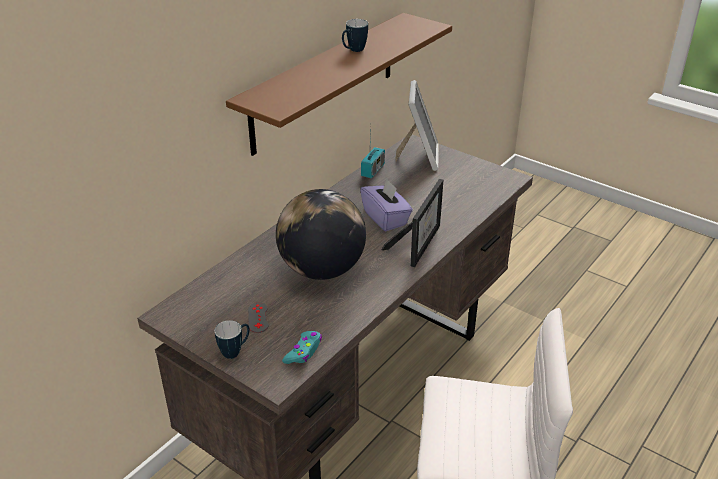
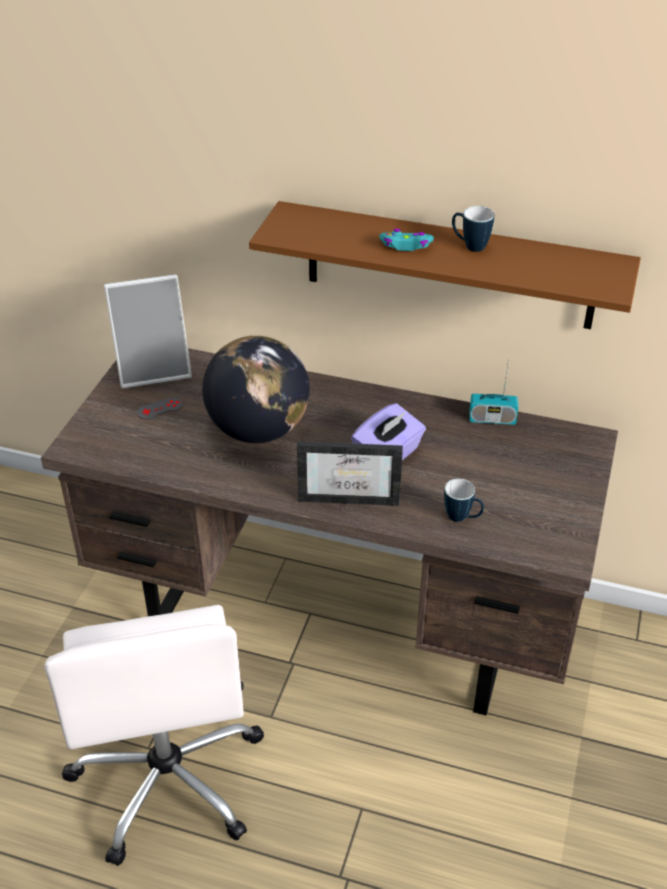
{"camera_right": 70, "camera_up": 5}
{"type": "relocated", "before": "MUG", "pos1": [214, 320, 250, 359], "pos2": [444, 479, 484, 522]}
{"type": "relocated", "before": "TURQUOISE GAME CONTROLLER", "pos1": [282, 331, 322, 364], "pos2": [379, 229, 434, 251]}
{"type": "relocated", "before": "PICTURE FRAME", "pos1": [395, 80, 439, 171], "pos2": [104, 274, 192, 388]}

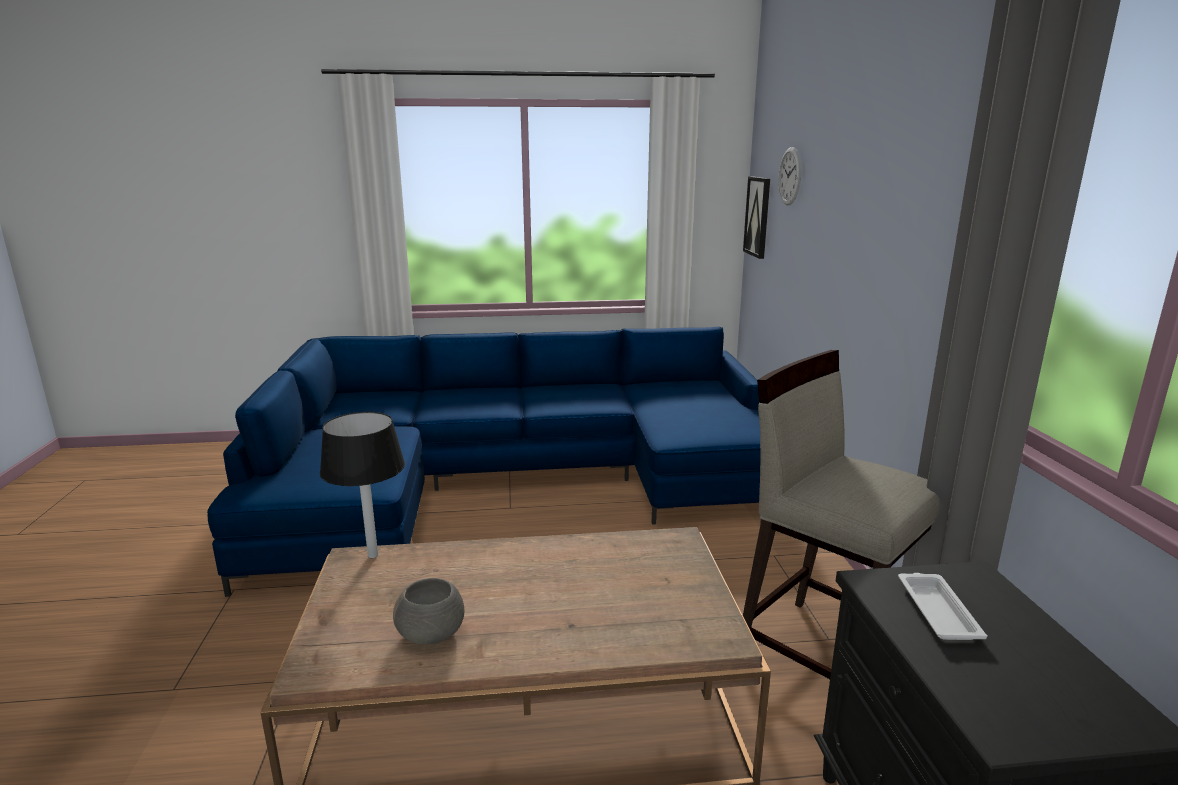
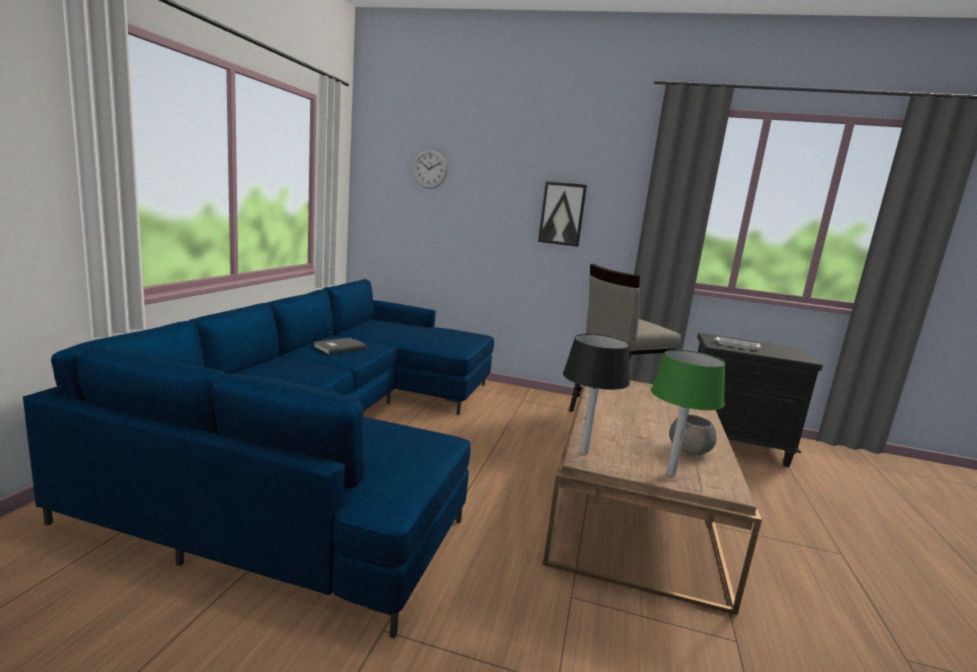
{"camera_right": -70, "camera_up": -5}
{"type": "relocated", "before": "PICTURE", "pos1": [743, 176, 770, 259], "pos2": [538, 181, 587, 247]}
{"type": "appeared", "after": "GREY BOOK", "pos2": [314, 337, 367, 354]}
{"type": "appeared", "after": "GREEN TABLE LAMP", "pos2": [651, 350, 726, 477]}

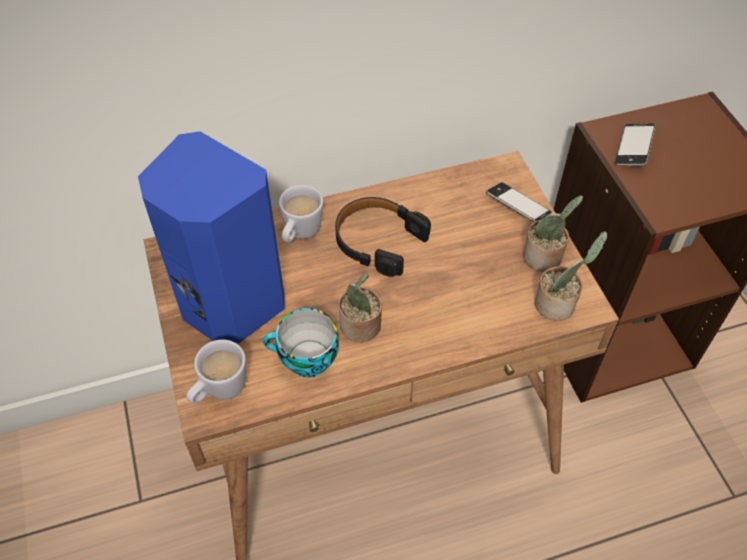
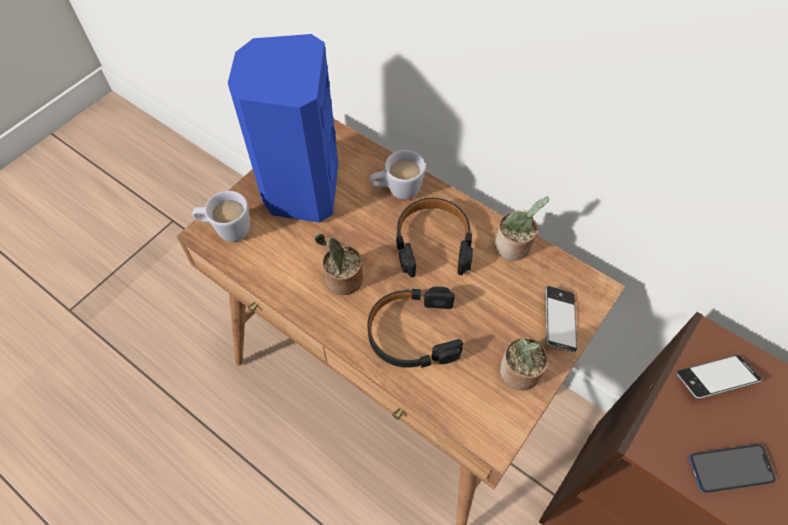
{"camera_right": 55, "camera_up": 5}
{"type": "missing", "before": "CUP", "pos1": [263, 308, 339, 377]}
{"type": "relocated", "before": "POTTED PLANT", "pos1": [535, 231, 607, 321], "pos2": [495, 197, 549, 261]}
{"type": "appeared", "after": "BLACK HEADPHONES", "pos2": [367, 287, 463, 368]}
{"type": "appeared", "after": "PHONE", "pos2": [689, 444, 776, 493]}

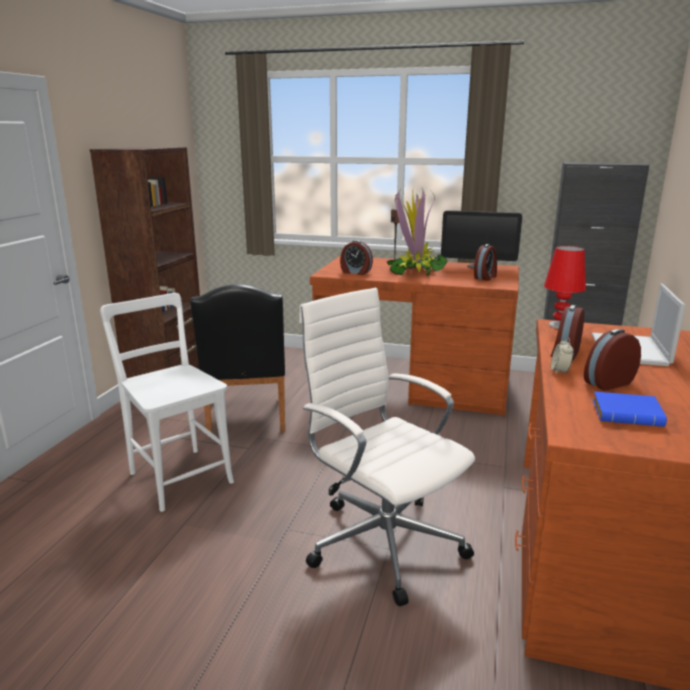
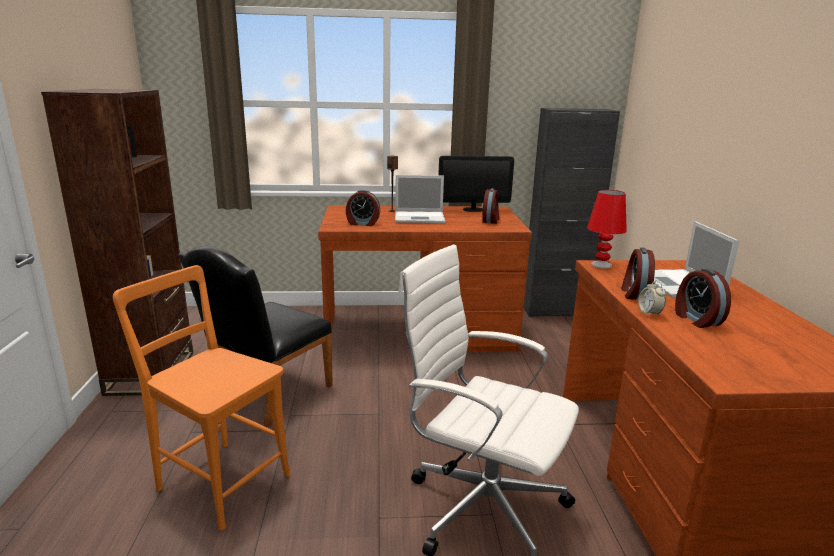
{"camera_right": -20, "camera_up": 0}
{"type": "colour", "before": "WHITE CHAIR", "after": "ORANGE CHAIR", "pos1": [100, 293, 234, 512], "pos2": [113, 265, 291, 530]}
{"type": "spun", "before": "BLACK CHAIR", "pos1": [190, 284, 285, 437], "pos2": [178, 246, 333, 427], "turn": 60}
{"type": "exchanged", "before": "POTTED PLANT", "after": "LAPTOP", "pos1": [387, 187, 447, 275], "pos2": [395, 175, 445, 223]}
{"type": "spun", "before": "ALARM CLOCK", "pos1": [584, 329, 641, 391], "pos2": [675, 268, 731, 328], "turn": -60}
{"type": "missing", "before": "BLUE BOOK", "pos1": [593, 391, 667, 427]}

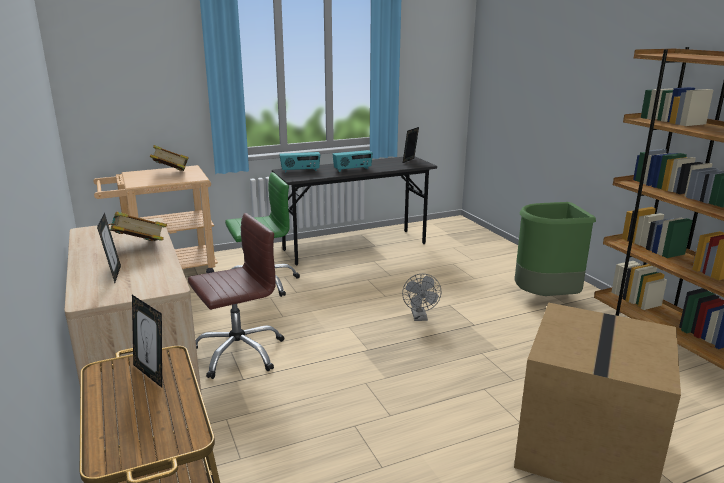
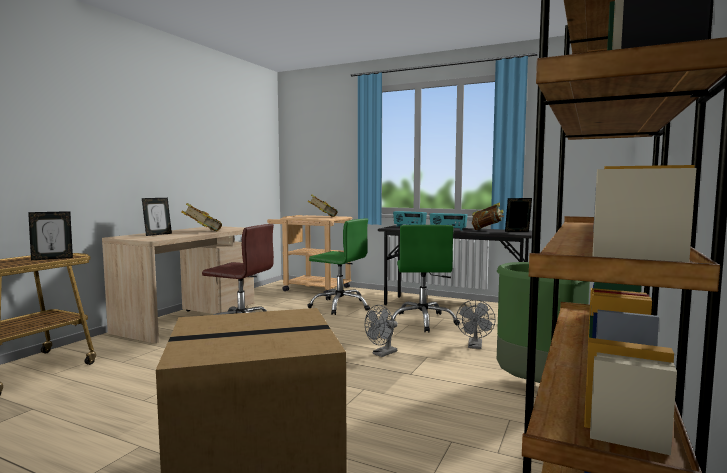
{"camera_right": 50, "camera_up": -15}
{"type": "spun", "before": "PICTURE FRAME", "pos1": [132, 295, 162, 388], "pos2": [28, 211, 73, 260], "turn": -120}
{"type": "appeared", "after": "GREEN OFFICE CHAIR", "pos2": [391, 225, 460, 333]}
{"type": "appeared", "after": "GREY FAN", "pos2": [456, 300, 495, 349]}
{"type": "appeared", "after": "BOOK", "pos2": [472, 203, 503, 230]}

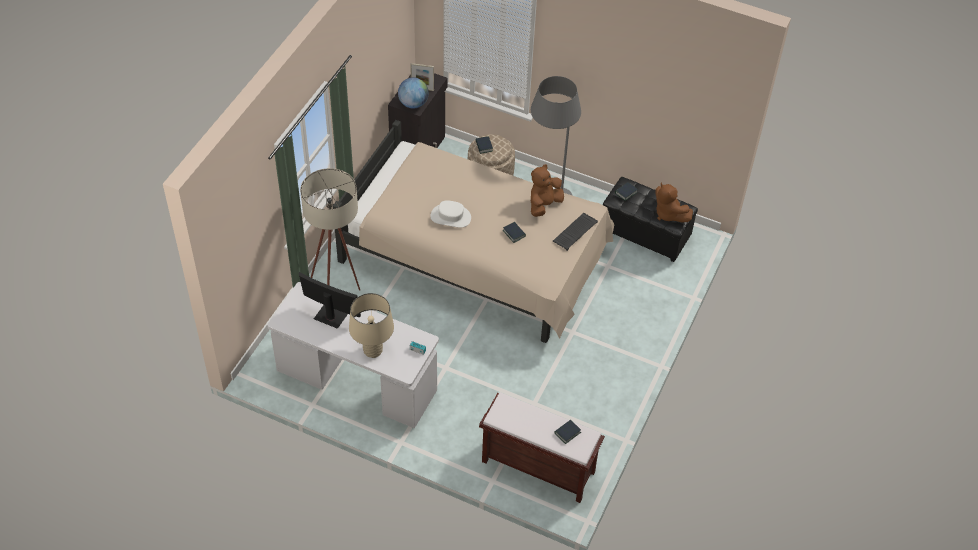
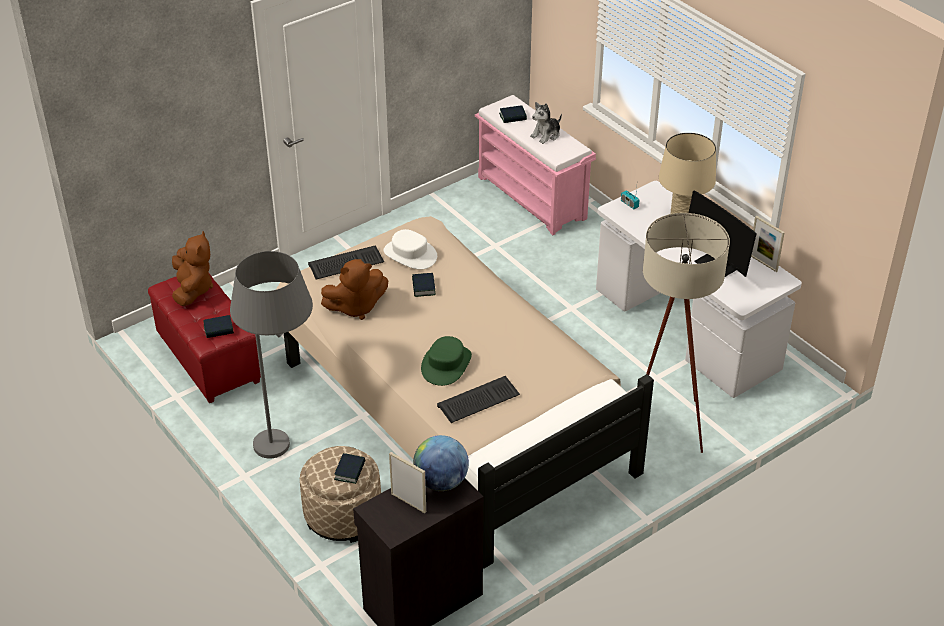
{"camera_right": -150, "camera_up": -10}
{"type": "relocated", "before": "WHITE HAT", "pos1": [431, 201, 471, 228], "pos2": [384, 229, 437, 270]}
{"type": "colour", "before": "BROWN BENCH", "after": "PINK BENCH", "pos1": [479, 392, 605, 503], "pos2": [475, 95, 596, 235]}
{"type": "colour", "before": "BLACK OTTOMAN", "after": "RED OTTOMAN", "pos1": [603, 177, 698, 262], "pos2": [148, 274, 261, 403]}
{"type": "appeared", "after": "GREEN HAT", "pos2": [421, 336, 472, 386]}
{"type": "appeared", "after": "KEYBOARD", "pos2": [437, 376, 520, 423]}
{"type": "appeared", "after": "PLUSH TOY", "pos2": [530, 102, 562, 144]}
{"type": "appeared", "after": "PICTURE FRAME", "pos2": [751, 216, 785, 272]}

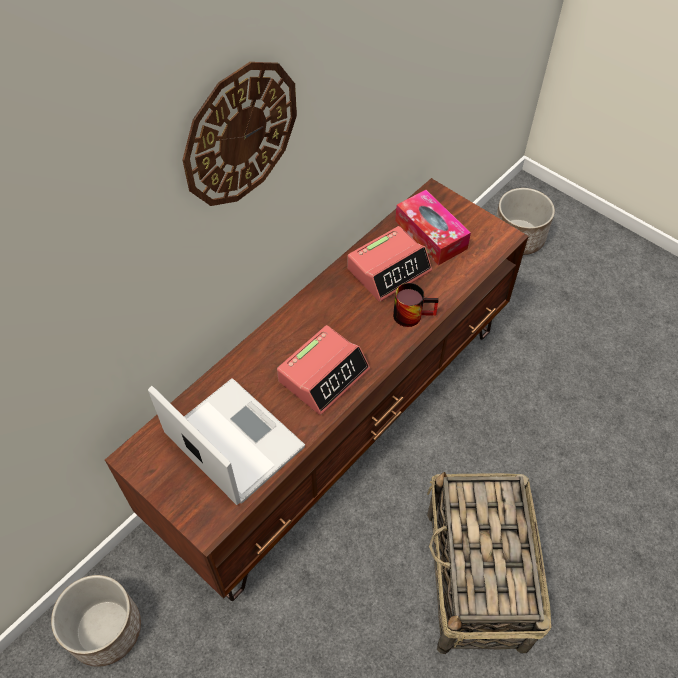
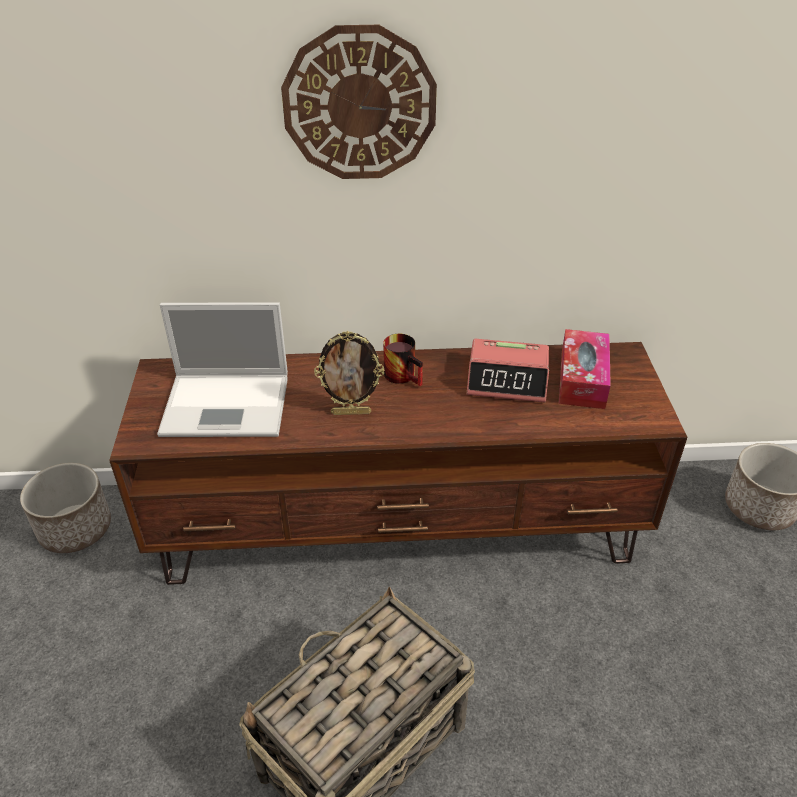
{"camera_right": 45, "camera_up": -15}
{"type": "spun", "before": "LAPTOP", "pos1": [148, 378, 305, 505], "pos2": [157, 302, 288, 437], "turn": 90}
{"type": "exchanged", "before": "ALARM CLOCK", "after": "PICTURE FRAME", "pos1": [277, 325, 370, 415], "pos2": [314, 331, 384, 415]}
{"type": "relocated", "before": "MUG", "pos1": [393, 283, 439, 327], "pos2": [383, 334, 423, 386]}

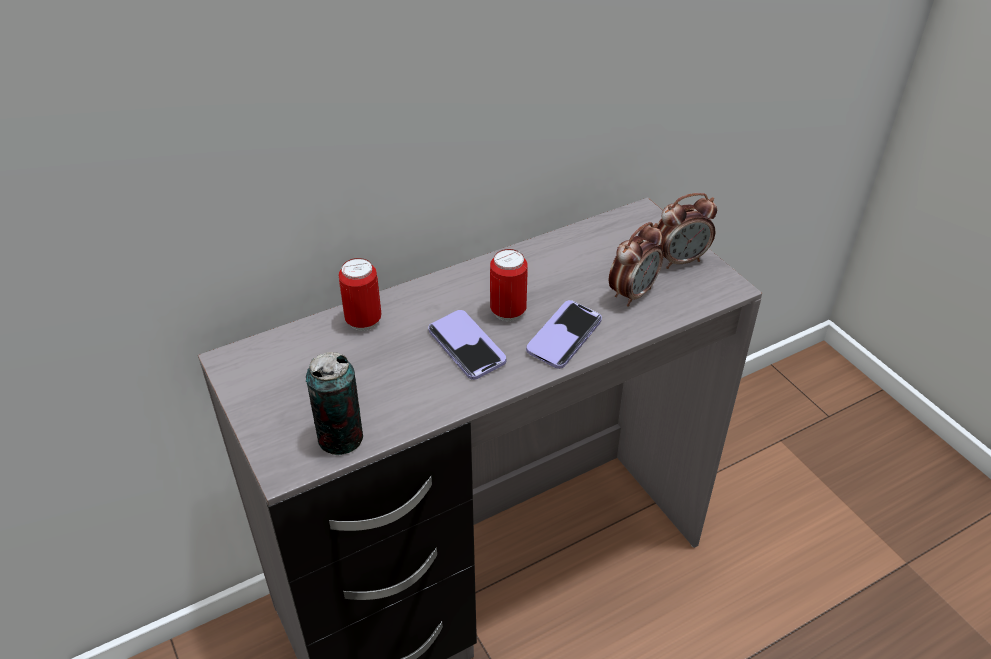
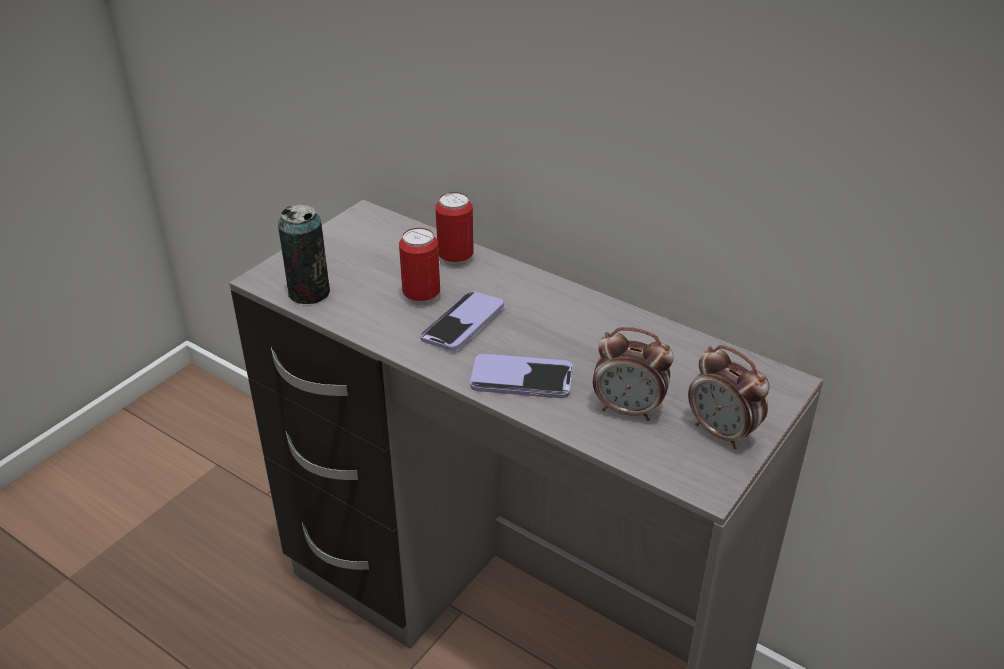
{"camera_right": 65, "camera_up": -5}
{"type": "relocated", "before": "CAN", "pos1": [490, 249, 528, 321], "pos2": [399, 228, 440, 305]}

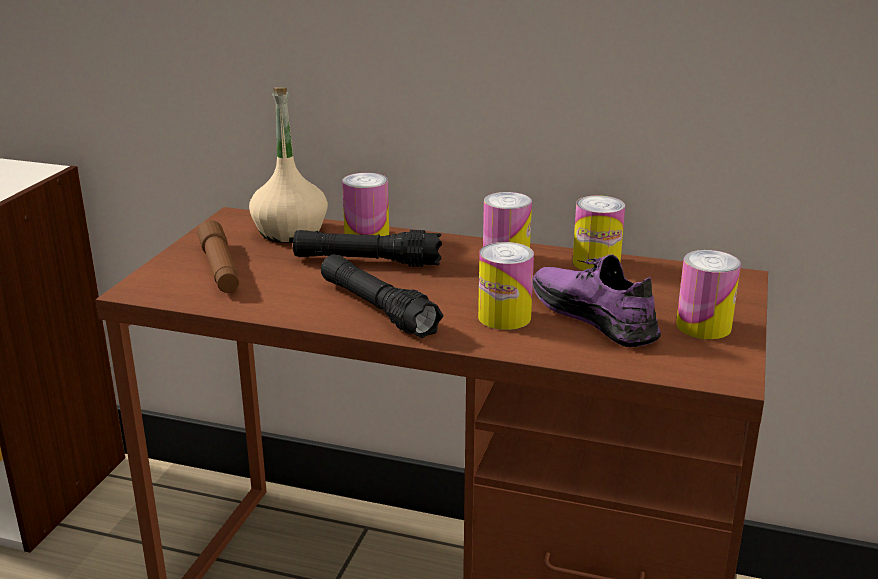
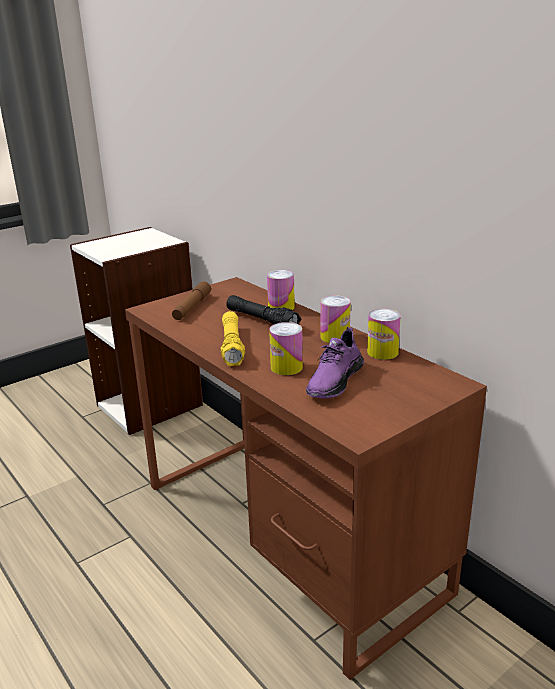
{"camera_right": 35, "camera_up": 0}
{"type": "missing", "before": "BEIGE BOTTLE", "pos1": [249, 87, 328, 243]}
{"type": "colour", "before": "BLACK FLASHLIGHT", "after": "YELLOW FLASHLIGHT", "pos1": [321, 254, 443, 339], "pos2": [221, 311, 245, 366]}
{"type": "spun", "before": "PURPLE SHOE", "pos1": [533, 254, 661, 347], "pos2": [306, 327, 364, 398], "turn": -150}
{"type": "missing", "before": "CAN", "pos1": [676, 250, 741, 340]}

